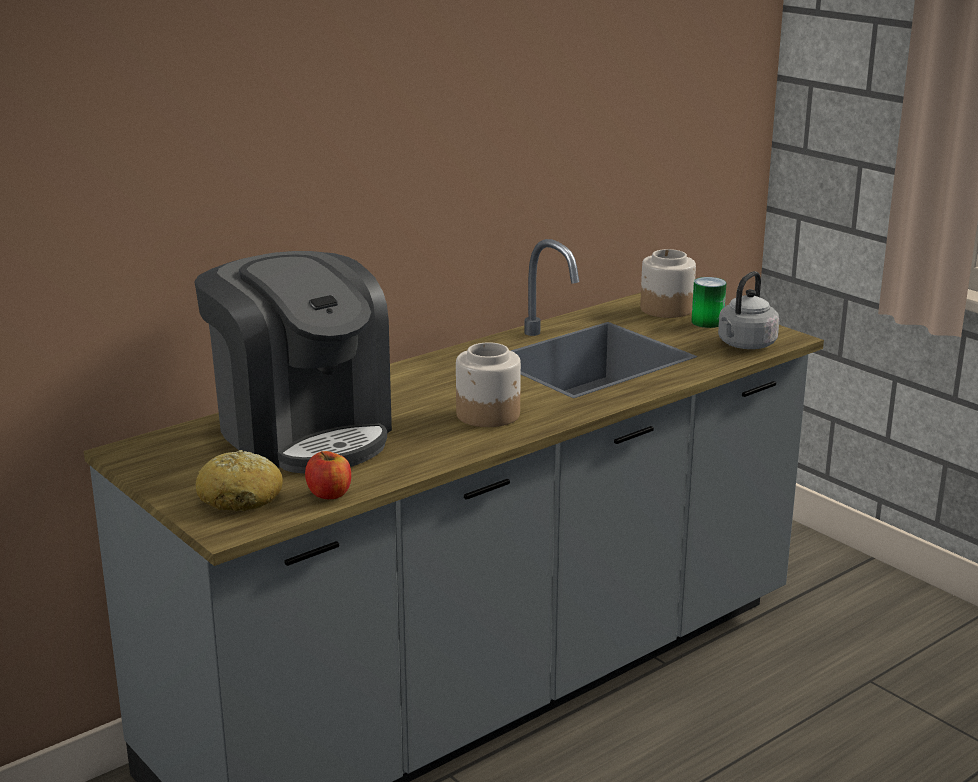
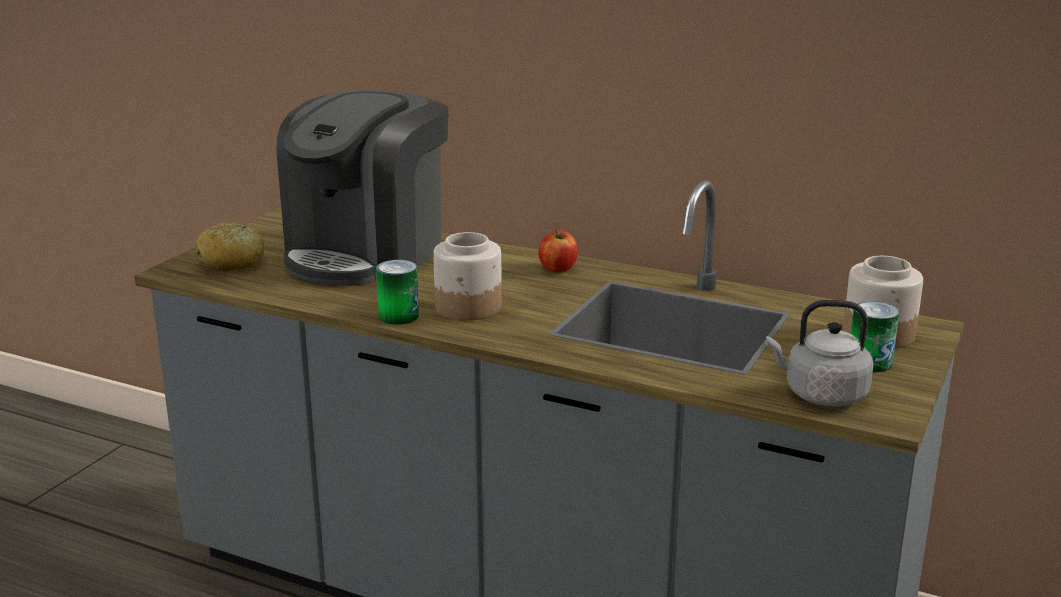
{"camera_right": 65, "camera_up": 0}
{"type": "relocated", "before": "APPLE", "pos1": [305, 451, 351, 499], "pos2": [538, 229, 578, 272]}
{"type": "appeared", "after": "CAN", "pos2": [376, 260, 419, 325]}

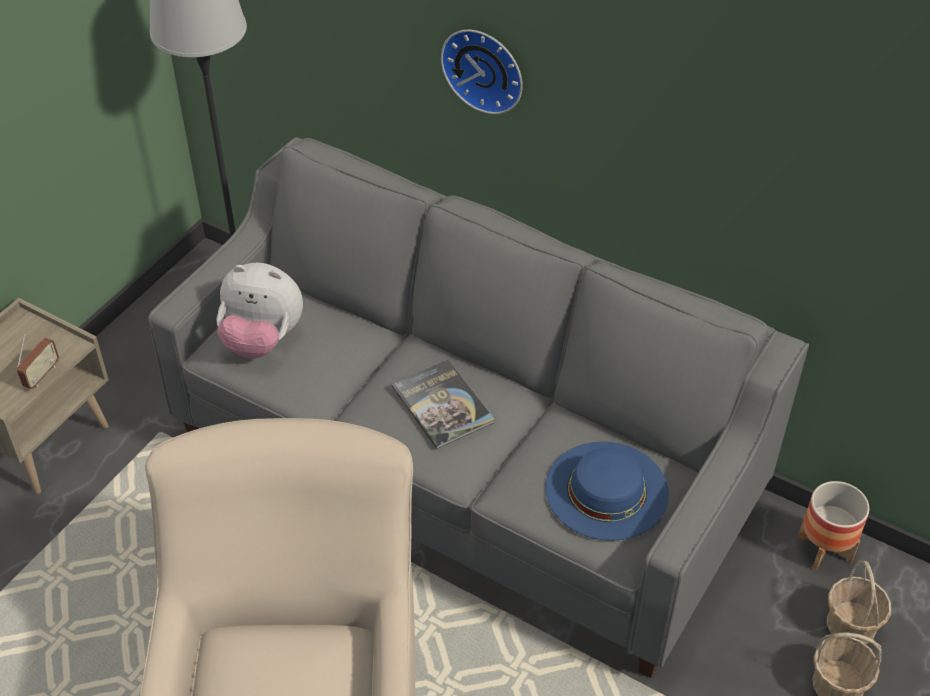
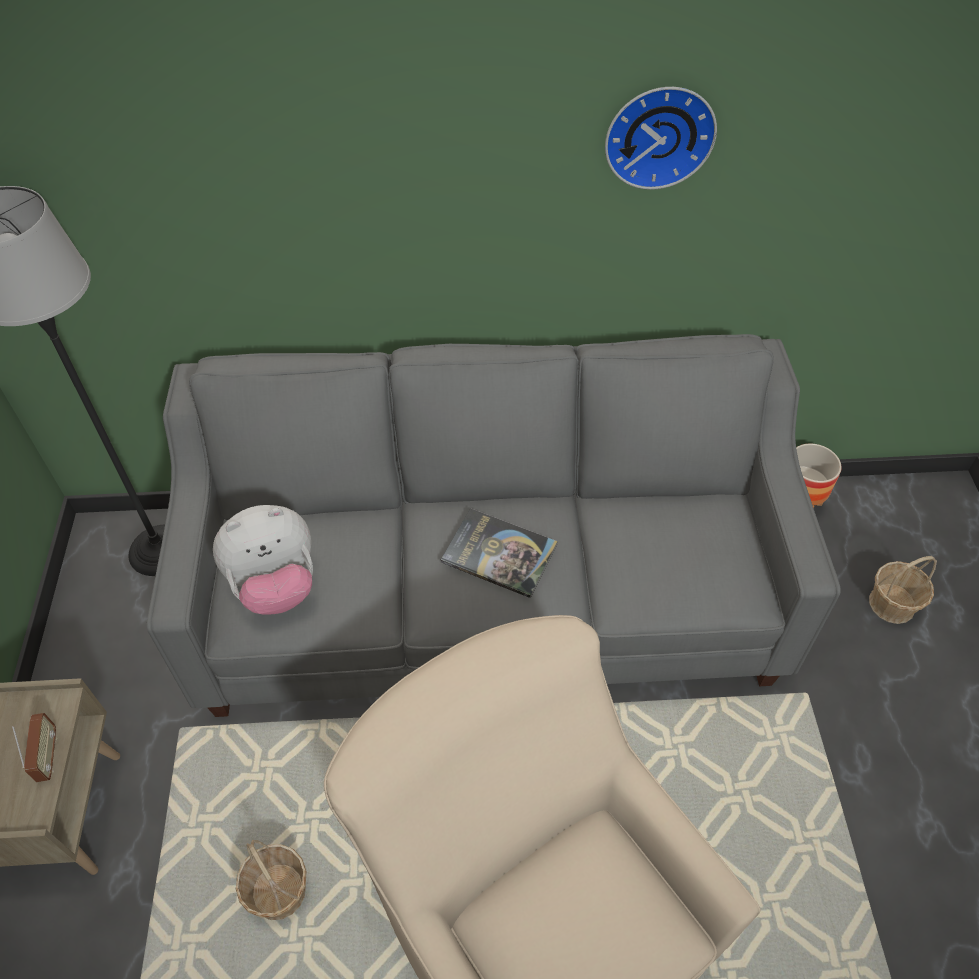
{"camera_right": -35, "camera_up": 5}
{"type": "relocated", "before": "WALL CLOCK", "pos1": [441, 30, 523, 114], "pos2": [605, 87, 717, 190]}
{"type": "missing", "before": "BLUE HAT", "pos1": [546, 441, 669, 541]}
{"type": "relocated", "before": "BASKET", "pos1": [827, 560, 891, 644], "pos2": [236, 840, 307, 920]}

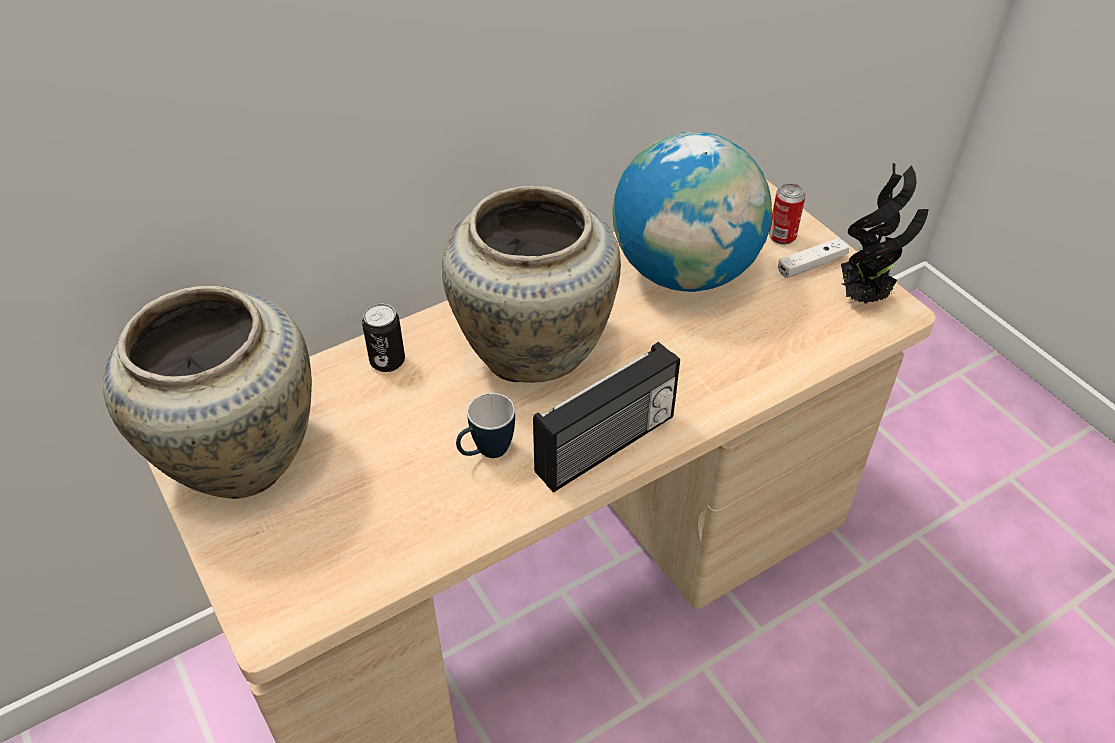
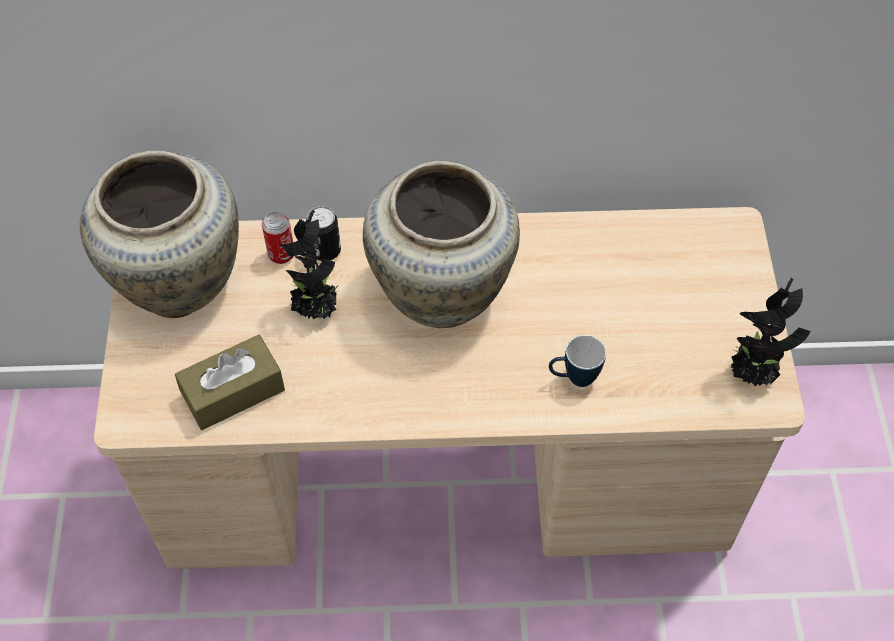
{"camera_right": 30, "camera_up": 10}
{"type": "relocated", "before": "MUG", "pos1": [456, 393, 515, 458], "pos2": [549, 335, 606, 387]}
{"type": "missing", "before": "RADIO", "pos1": [533, 342, 680, 493]}
{"type": "missing", "before": "GLOBE", "pos1": [613, 132, 772, 292]}
{"type": "relocated", "before": "CAN", "pos1": [769, 183, 805, 245], "pos2": [262, 211, 293, 264]}
{"type": "missing", "before": "WHITE GAME CONTROLLER", "pos1": [778, 238, 849, 278]}
{"type": "appeared", "after": "BROWN TISSUE BOX", "pos2": [175, 335, 285, 430]}
{"type": "appeared", "after": "POTTED PLANT", "pos2": [280, 210, 338, 319]}

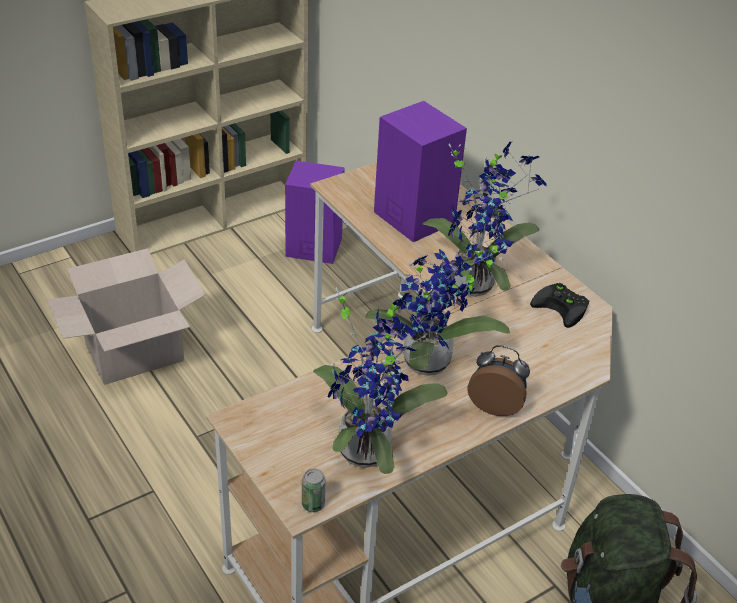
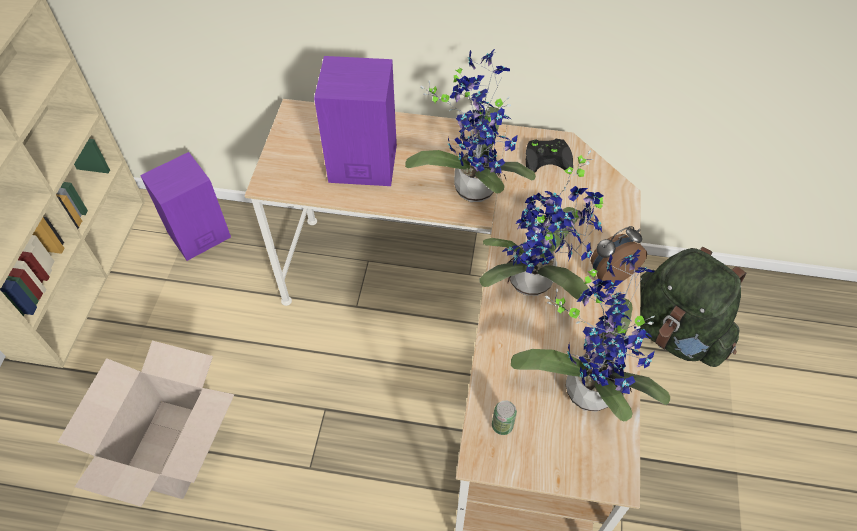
{"camera_right": -45, "camera_up": 15}
{"type": "relocated", "before": "CAN", "pos1": [302, 469, 326, 512], "pos2": [492, 400, 517, 435]}

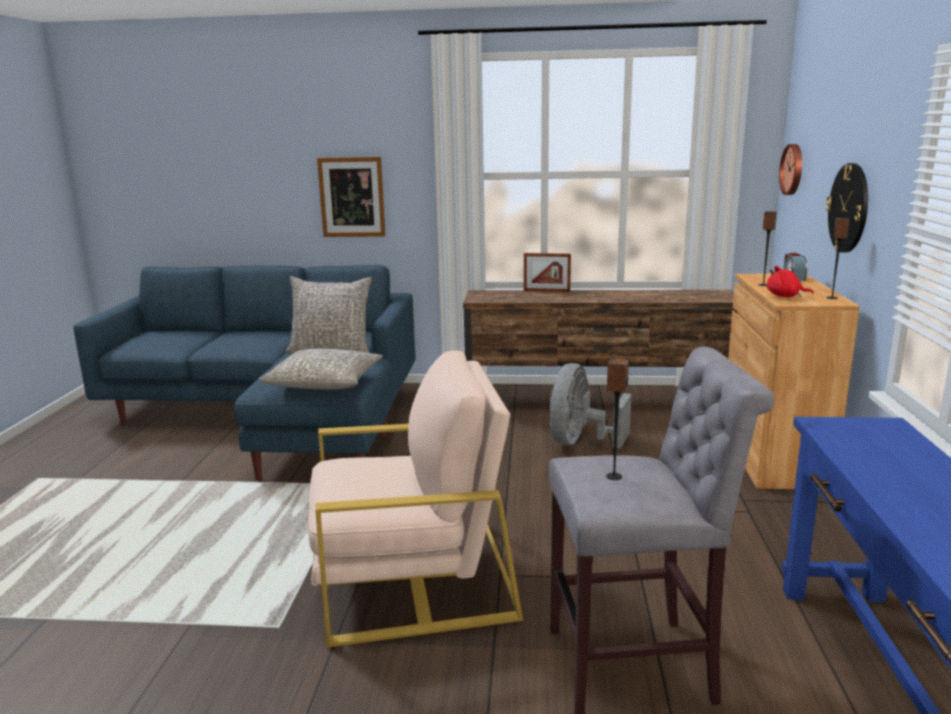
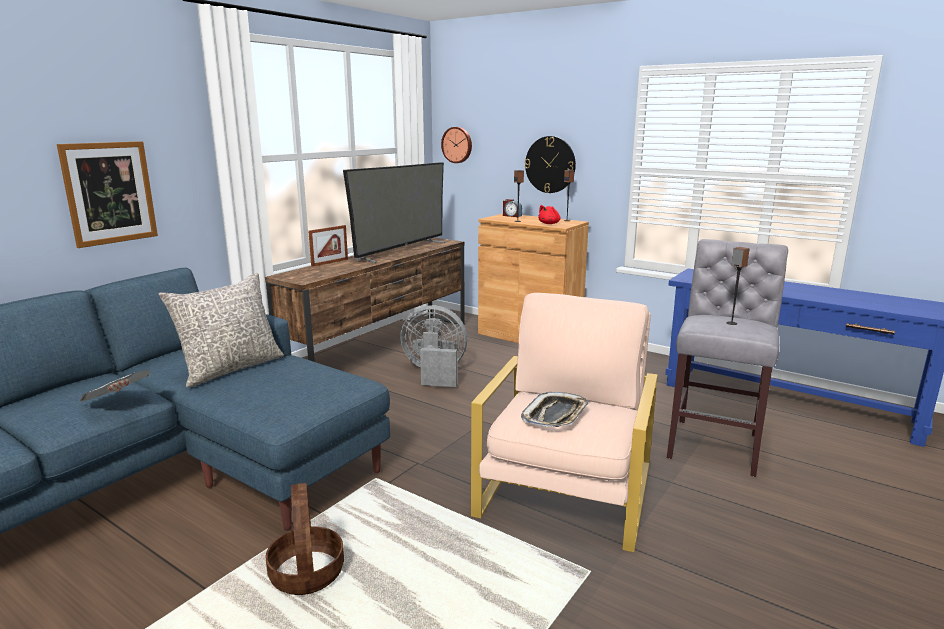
{"camera_right": -60, "camera_up": 0}
{"type": "missing", "before": "GREY PILLOW", "pos1": [259, 349, 383, 389]}
{"type": "spun", "before": "GREY FAN", "pos1": [550, 363, 631, 449], "pos2": [400, 305, 467, 387], "turn": 135}
{"type": "appeared", "after": "NEWSPAPER", "pos2": [80, 370, 150, 402]}
{"type": "appeared", "after": "BASKET", "pos2": [265, 483, 344, 595]}
{"type": "appeared", "after": "TELEVISION", "pos2": [343, 162, 445, 263]}
{"type": "appeared", "after": "TRAY", "pos2": [521, 392, 589, 427]}

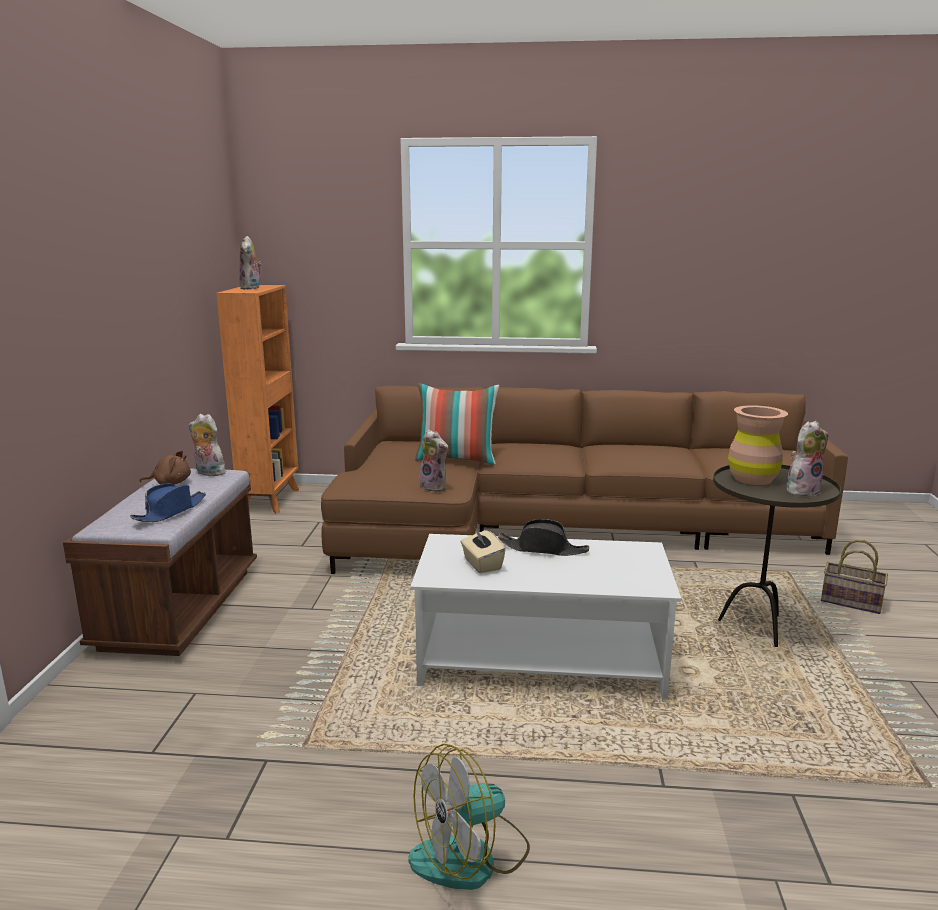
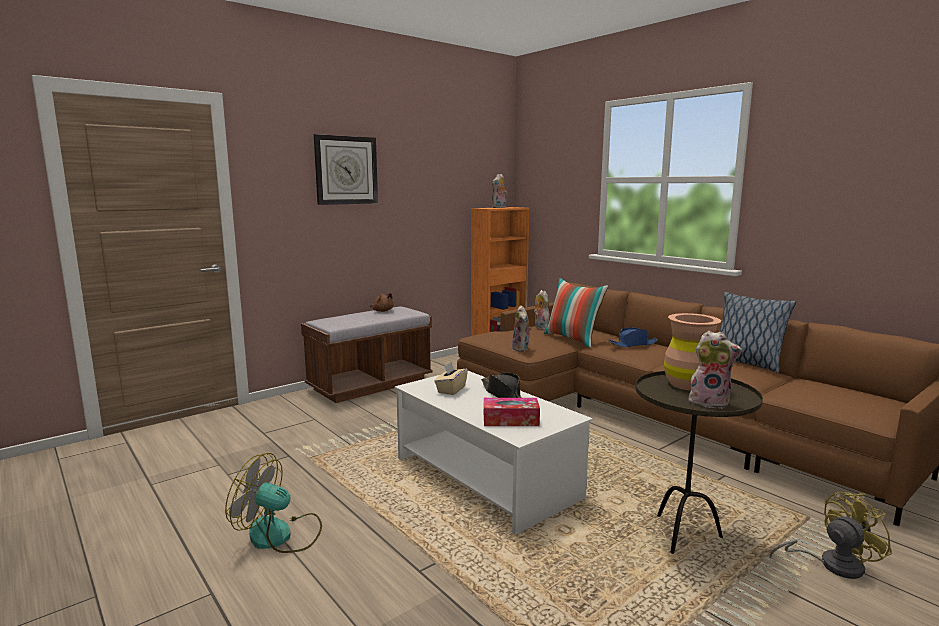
{"camera_right": 45, "camera_up": -5}
{"type": "relocated", "before": "BLUE HAT", "pos1": [130, 483, 206, 522], "pos2": [608, 327, 658, 347]}
{"type": "relocated", "before": "PLUSH TOY", "pos1": [189, 414, 226, 476], "pos2": [534, 290, 550, 330]}
{"type": "exchanged", "before": "BASKET", "after": "YELLOW FAN", "pos1": [821, 540, 888, 614], "pos2": [769, 492, 892, 579]}
{"type": "appeared", "after": "WALL CLOCK", "pos2": [314, 134, 378, 205]}
{"type": "appeared", "after": "TISSUE BOX", "pos2": [484, 398, 540, 426]}
{"type": "appeared", "after": "PILLOW", "pos2": [719, 292, 796, 373]}

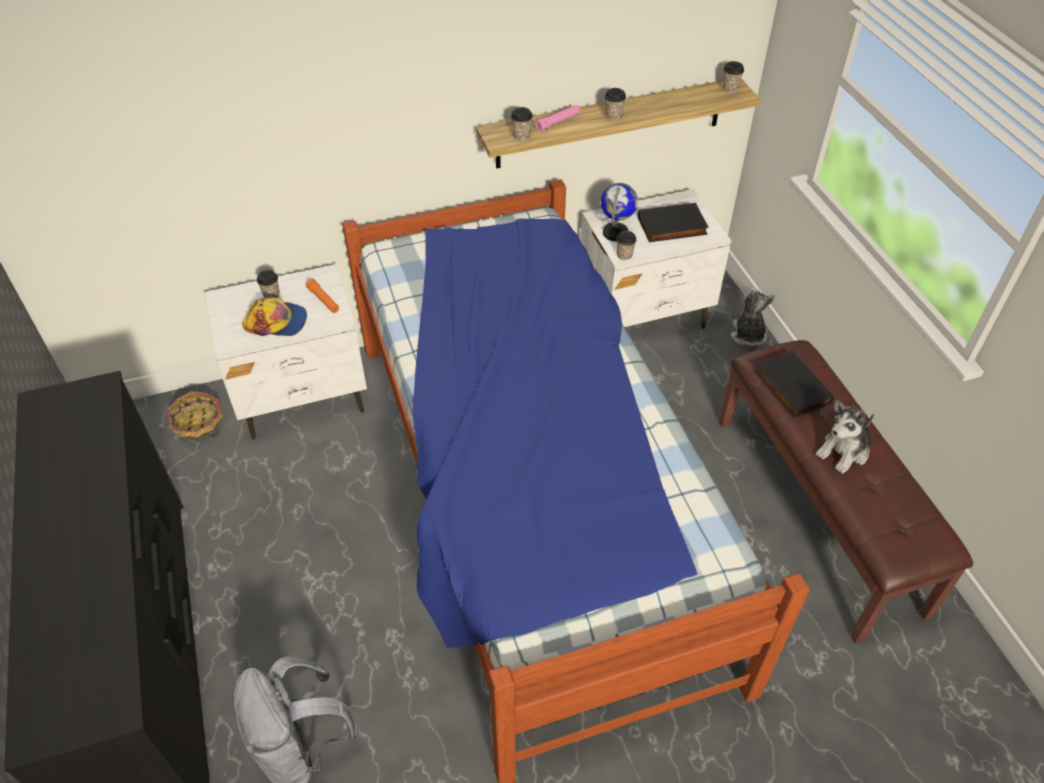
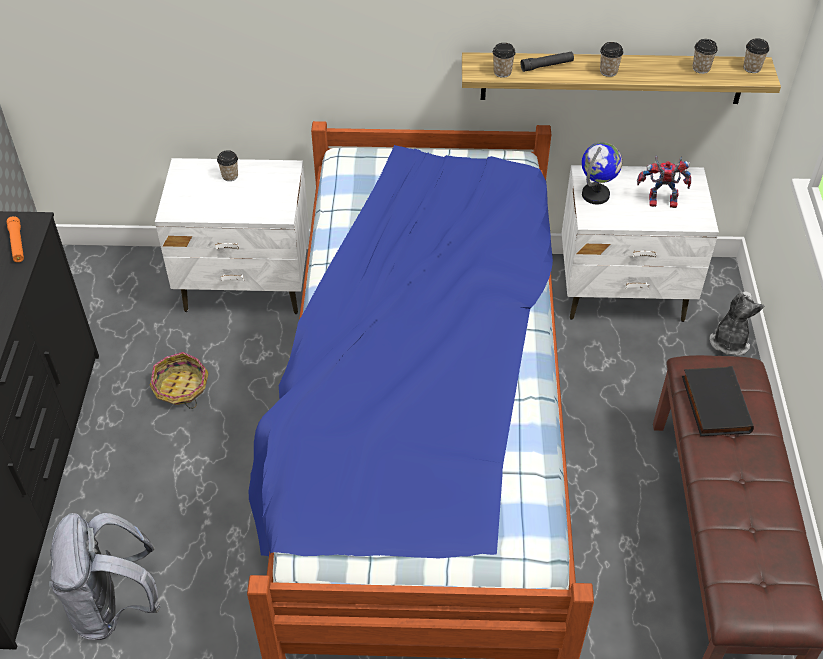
{"camera_right": 20, "camera_up": 0}
{"type": "relocated", "before": "BASKET", "pos1": [167, 391, 222, 439], "pos2": [150, 352, 209, 409]}
{"type": "missing", "before": "CAP", "pos1": [242, 297, 307, 336]}
{"type": "relocated", "before": "ORANGE FLASHLIGHT", "pos1": [306, 279, 339, 313], "pos2": [7, 216, 24, 262]}
{"type": "colour", "before": "PINK FLASHLIGHT", "after": "BLACK FLASHLIGHT", "pos1": [535, 105, 580, 132], "pos2": [520, 52, 574, 72]}
{"type": "relocated", "before": "CUP", "pos1": [616, 231, 637, 260], "pos2": [693, 39, 718, 74]}
{"type": "exchanged", "before": "BLACK BOOK", "after": "TOY ROBOT", "pos1": [638, 203, 709, 242], "pos2": [637, 156, 691, 208]}
{"type": "missing", "before": "PLUSH TOY", "pos1": [816, 400, 874, 474]}

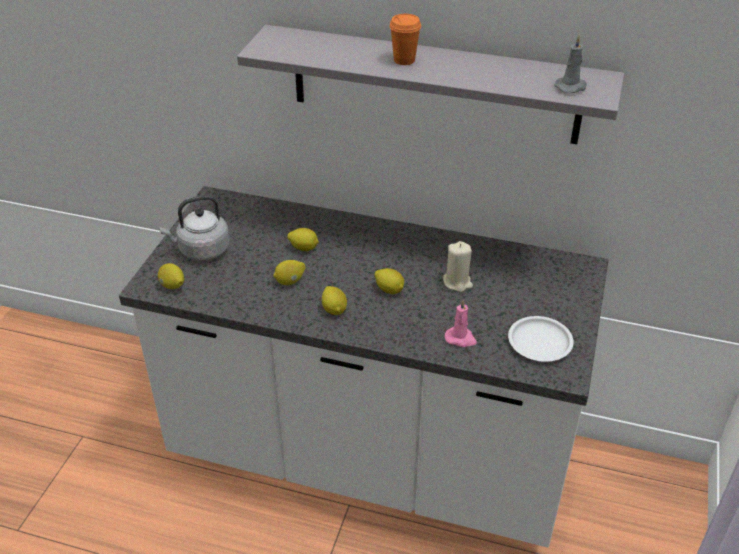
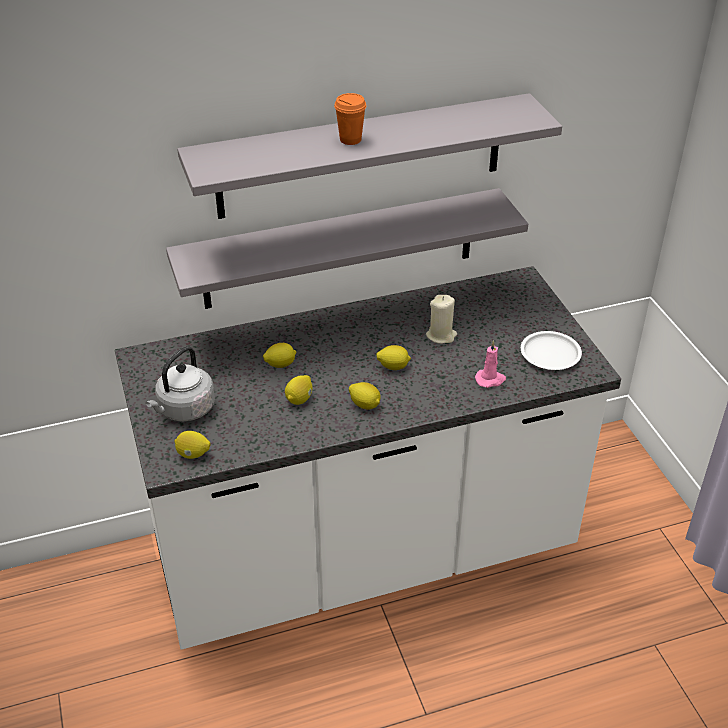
{"camera_right": -35, "camera_up": 0}
{"type": "missing", "before": "GREY CANDLE", "pos1": [555, 35, 587, 93]}
{"type": "appeared", "after": "GREY SHELF", "pos2": [166, 188, 528, 309]}

